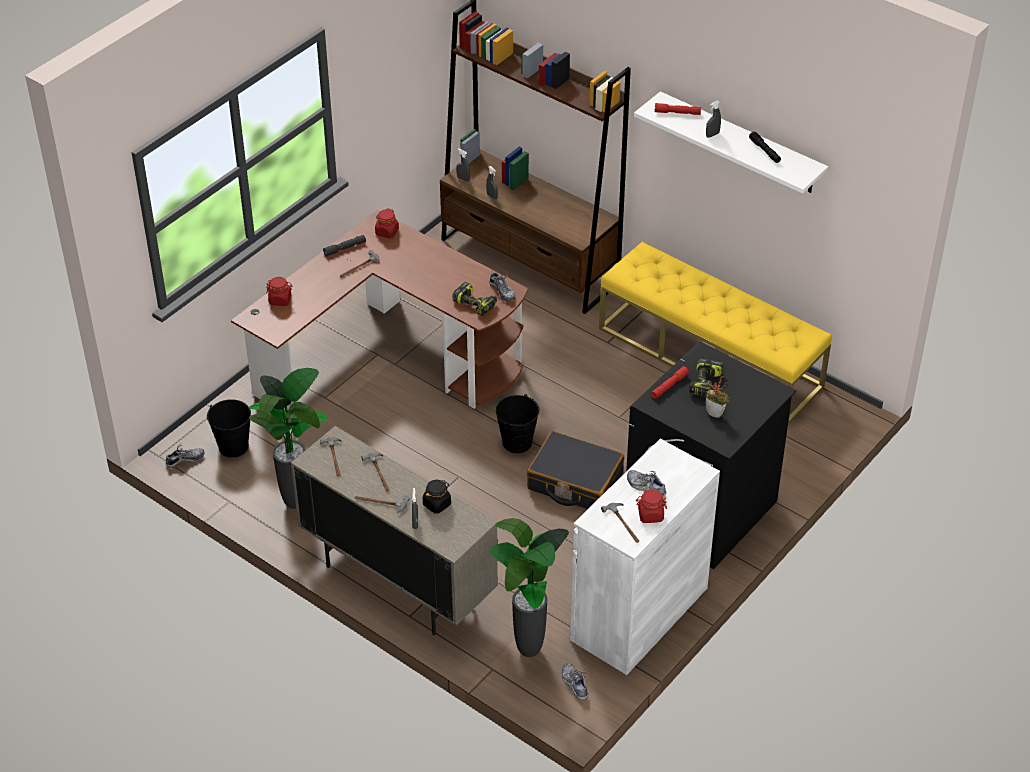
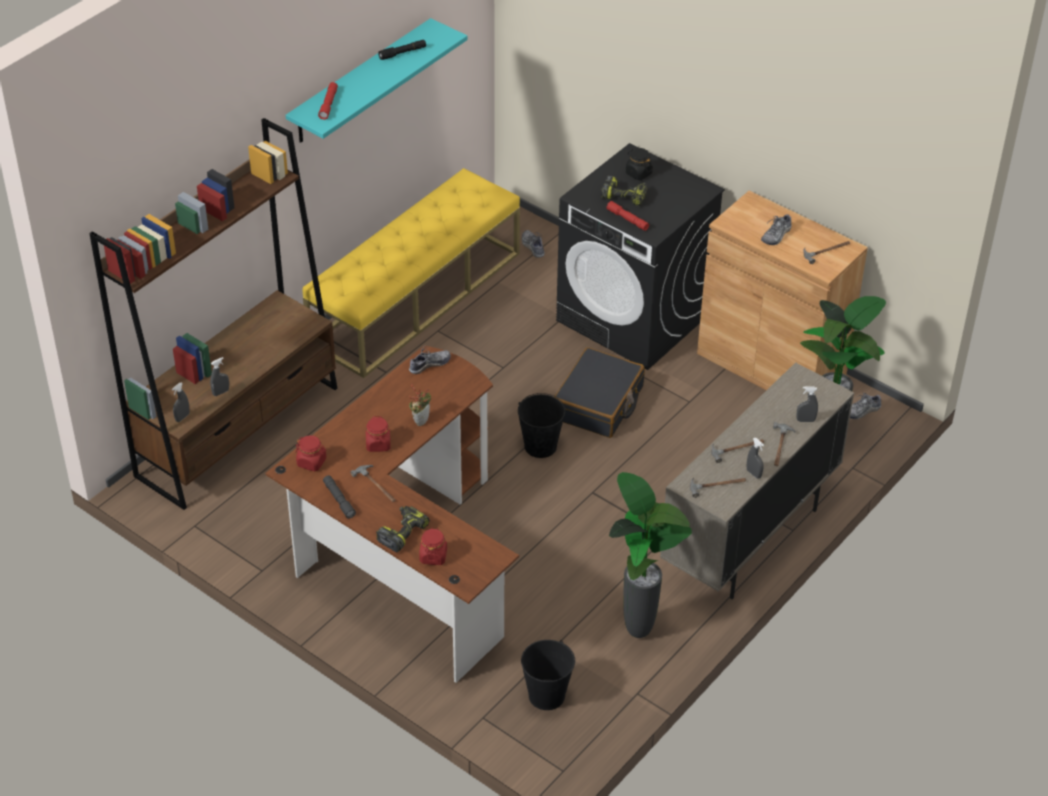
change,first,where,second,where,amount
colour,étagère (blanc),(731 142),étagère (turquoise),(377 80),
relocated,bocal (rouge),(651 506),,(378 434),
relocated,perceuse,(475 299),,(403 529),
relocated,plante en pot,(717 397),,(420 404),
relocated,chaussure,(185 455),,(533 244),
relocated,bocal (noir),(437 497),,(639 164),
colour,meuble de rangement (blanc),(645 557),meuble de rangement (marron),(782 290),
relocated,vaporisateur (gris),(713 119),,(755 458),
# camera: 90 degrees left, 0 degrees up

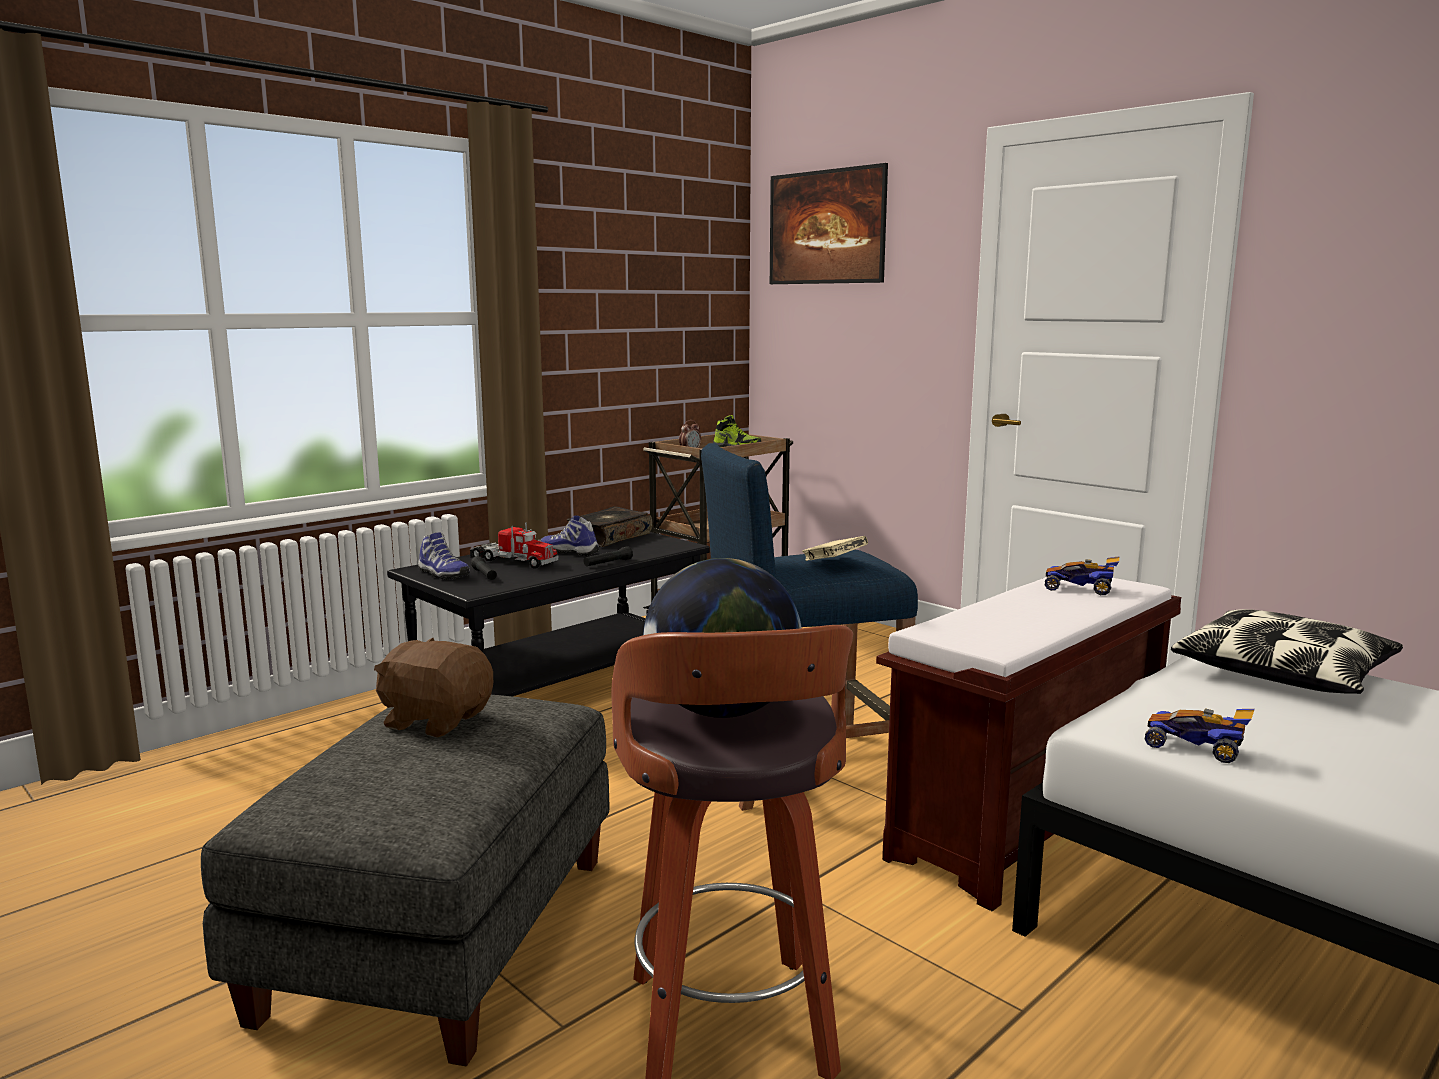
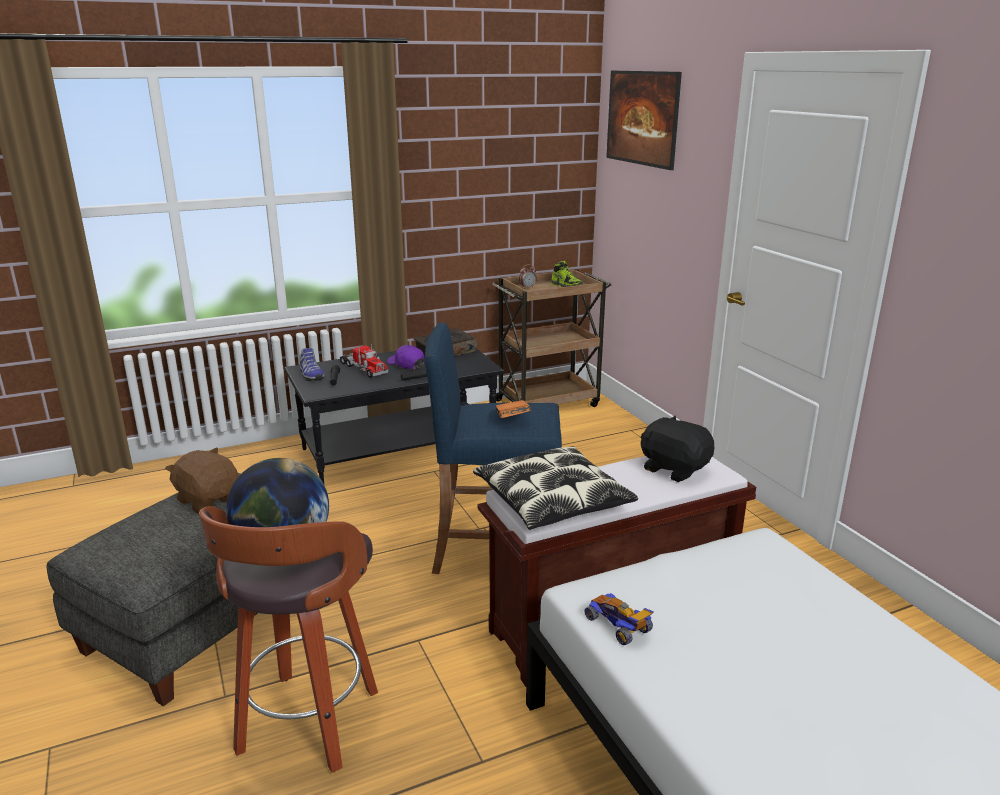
change,first,where,second,where,amount
exchanged,chaussure,(569 535),casquette (violet),(406 357),
relocated,coussin,(1287 651),,(555 488),
colour,livre (beige),(835 548),livre (orange),(513 409),
exchanged,petite voiture,(1082 576),peluche (noir),(677 449),
# camera: 20 degrees right, 10 degrees up

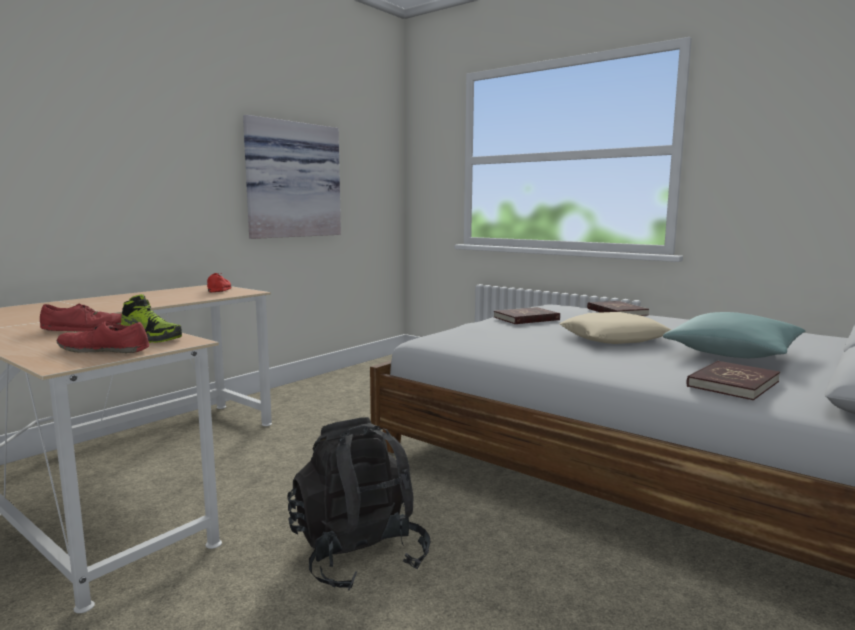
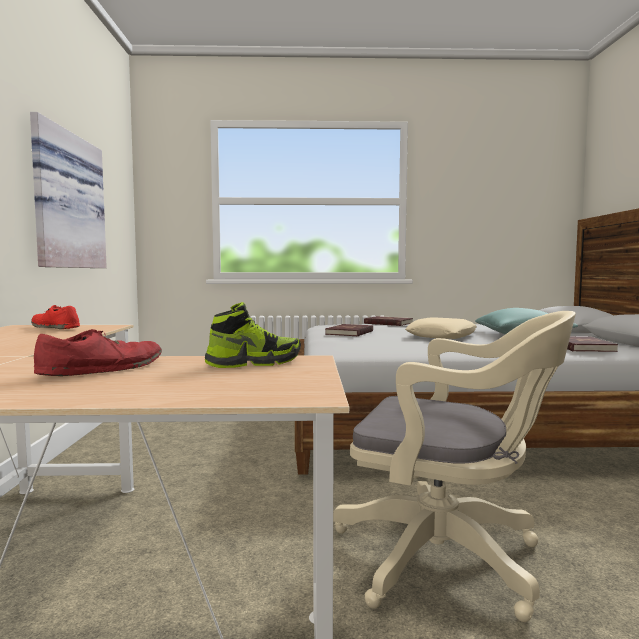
change,first,where,second,where,amount
exchanged,sac à dos (noir),(358 503),chaise de bureau (beige),(454 466),
missing,chaussure (rouge),(103 337),,,
# camera: 40 degrees left, 5 degrees down

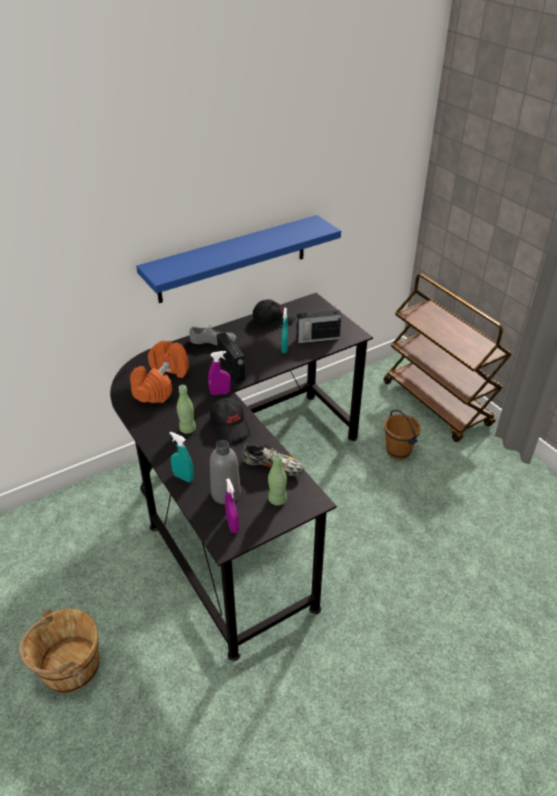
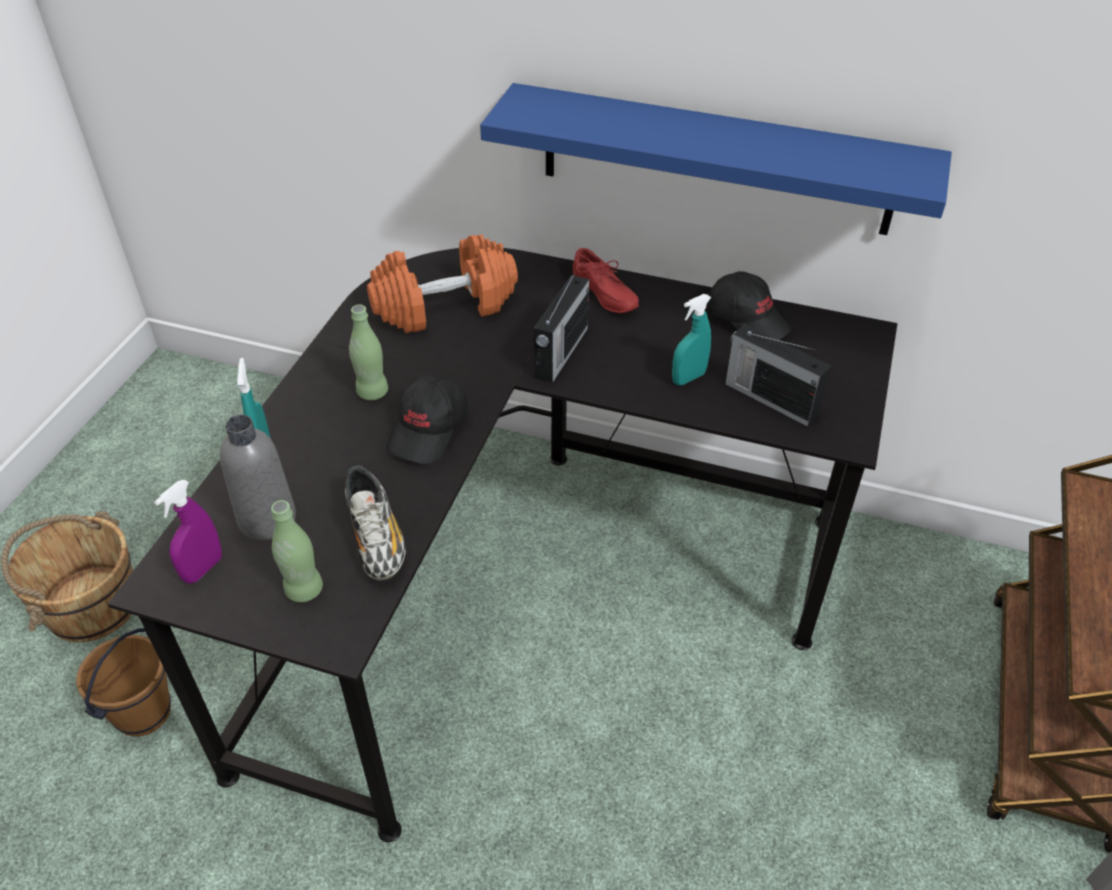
change,first,where,second,where,amount
relocated,seau (marron),(402 435),,(123 682),
colour,chaussure (gris),(212 335),chaussure (rouge),(606 280),
missing,vaporisateur (violet),(219 373),,,
# camera: 50 degrees right, 5 degrees up

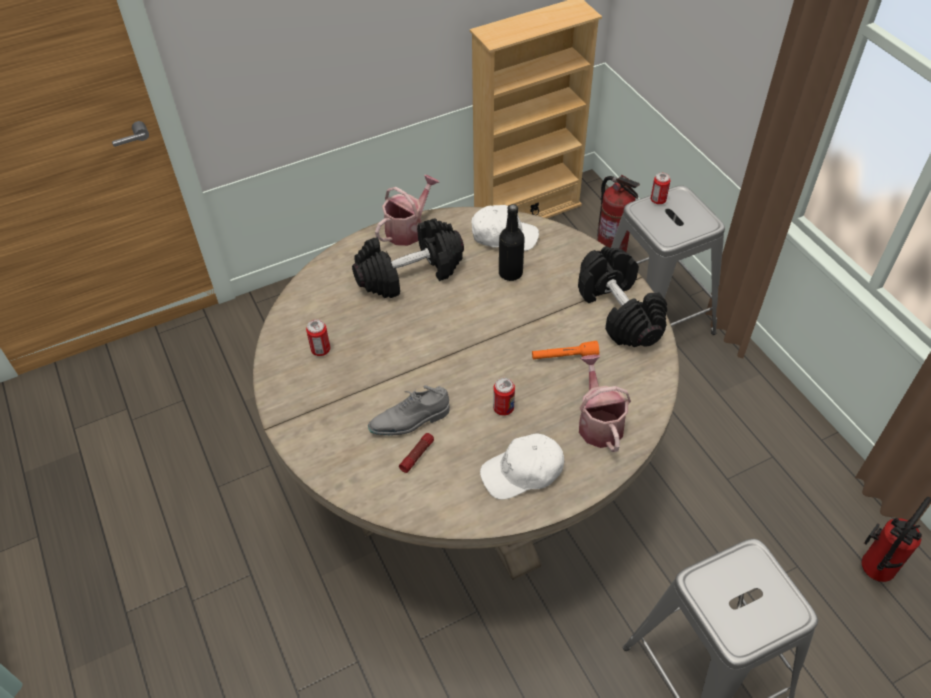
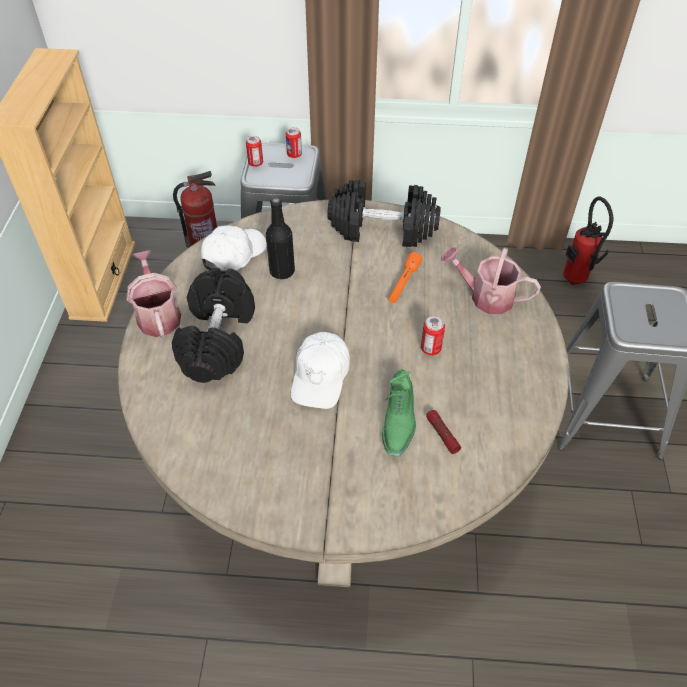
change,first,where,second,where,amount
relocated,boîte métallique,(318 337),,(294 142),
relocated,casquette (blanc),(522 466),,(320 370),
colour,chaussure (gris),(409 410),chaussure (vert),(399 412),
# camera: 60 degrees left, 0 degrees up

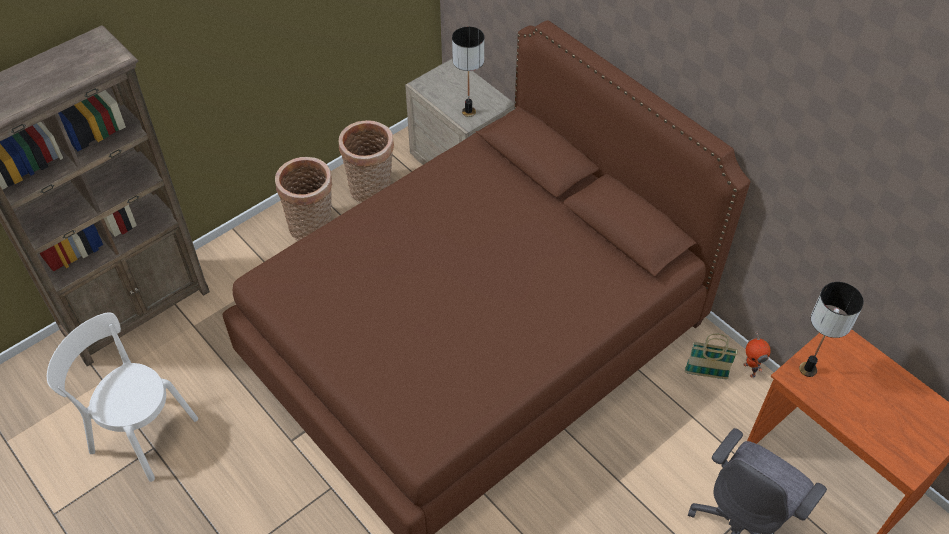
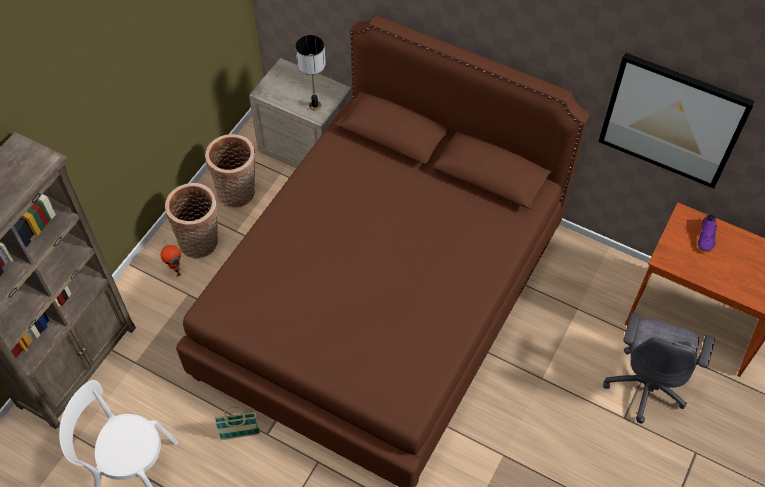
change,first,where,second,where,amount
relocated,robot jouet,(757 354),,(170 258),
relocated,panier,(711 356),,(237 423),
appeared,,,tableau,(676 120),
appeared,,,chaussure (violet),(707 233),
missing,lampe de table,(831 329),,,
# camera: 20 degrees left, 5 degrees up

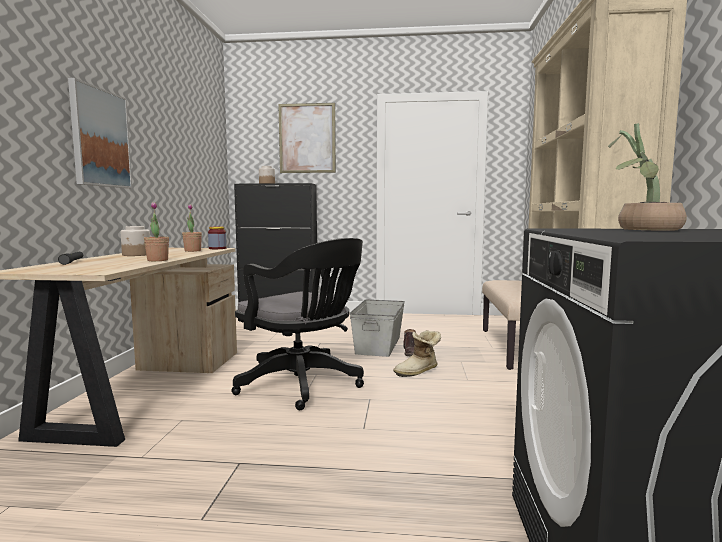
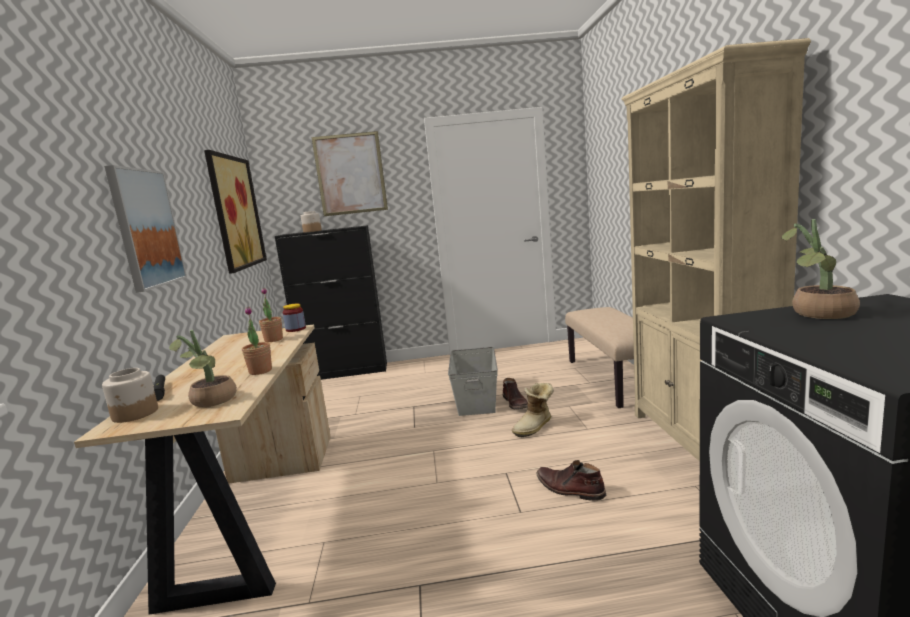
change,first,where,second,where,amount
relocated,bocal,(135 241),,(130 395),
appeared,,,plante en pot,(203 368),
appeared,,,tableau,(235 212),
appeared,,,botte (marron),(571 480),
missing,chaise de bureau (noir),(297 324),,,
# camera: 10 degrees left, 5 degrees up

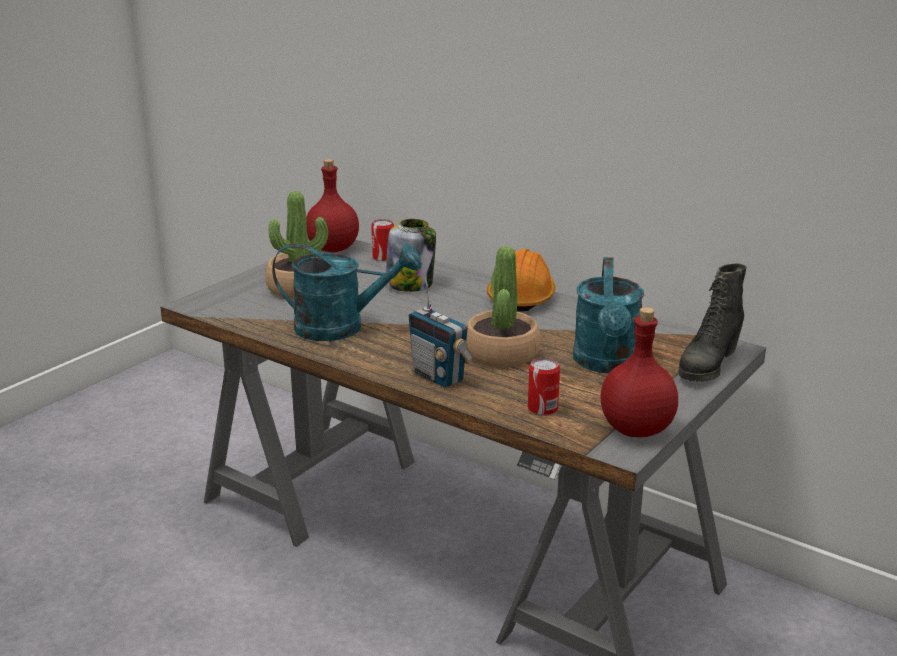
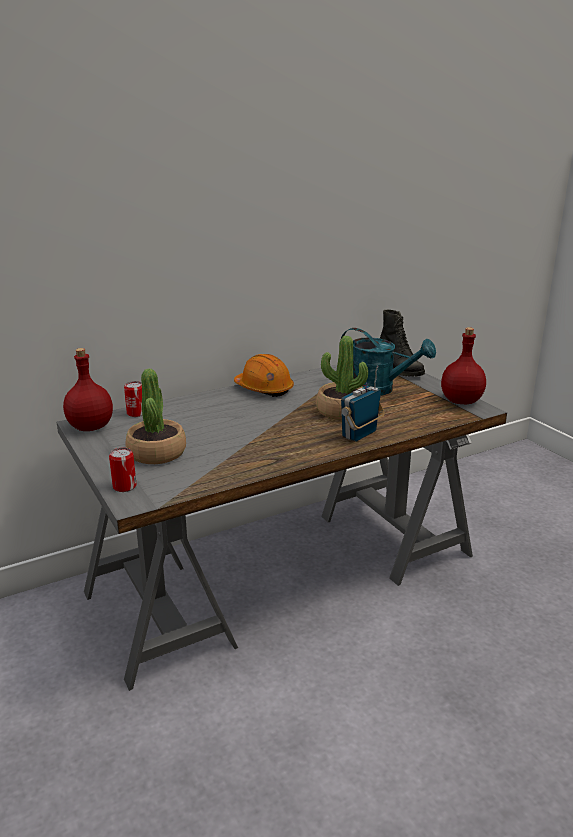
change,first,where,second,where,amount
relocated,boîte métallique,(544 387),,(122 470),
spun,radio,(441 332),,(363 404),150 degrees clockwise
missing,arrosoir (turquoise),(347 292),,,
missing,bocal,(411 255),,,
# camera: 65 degrees left, 0 degrees up

